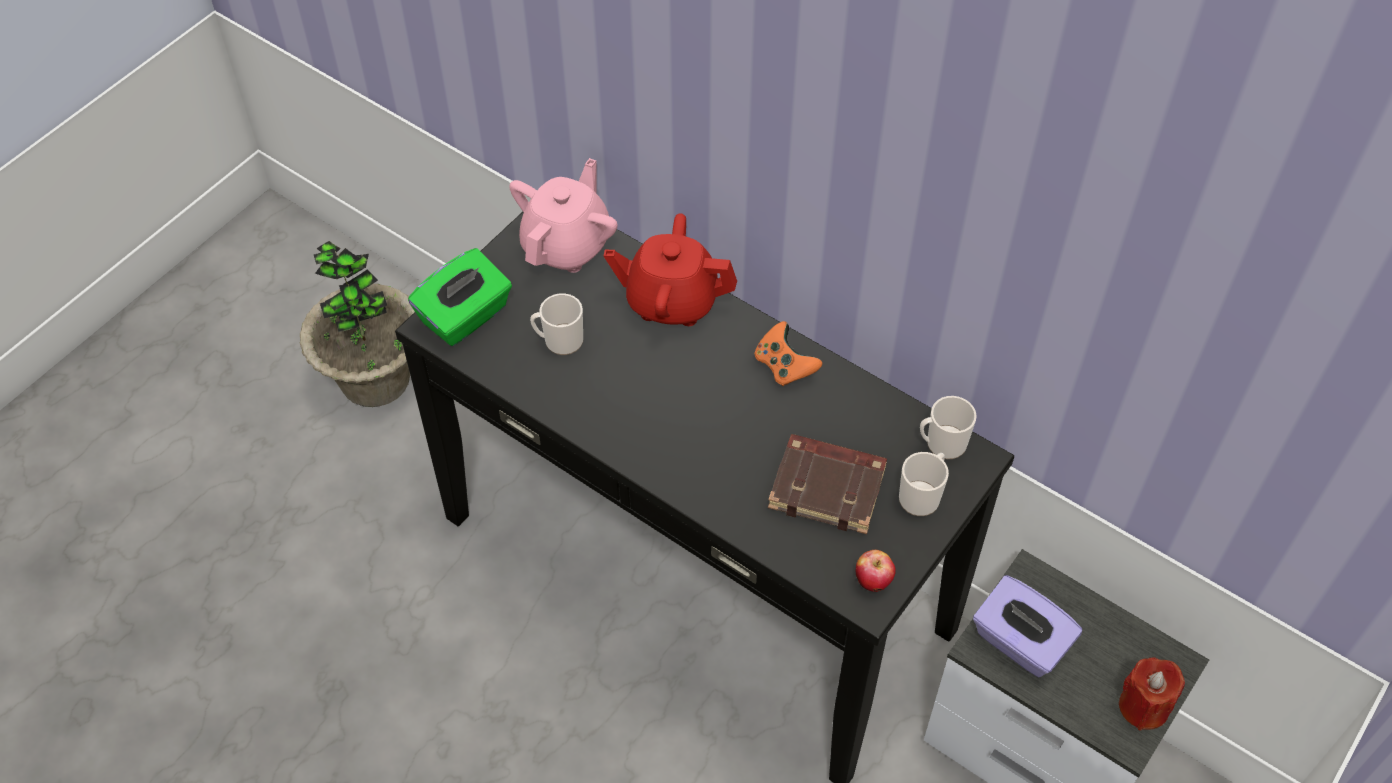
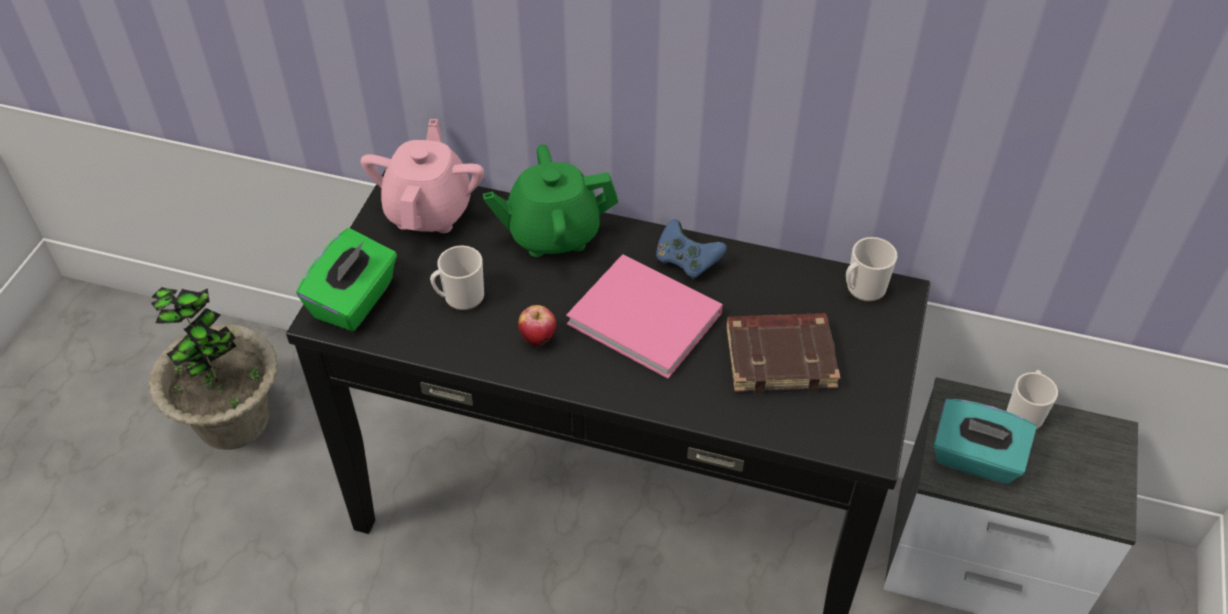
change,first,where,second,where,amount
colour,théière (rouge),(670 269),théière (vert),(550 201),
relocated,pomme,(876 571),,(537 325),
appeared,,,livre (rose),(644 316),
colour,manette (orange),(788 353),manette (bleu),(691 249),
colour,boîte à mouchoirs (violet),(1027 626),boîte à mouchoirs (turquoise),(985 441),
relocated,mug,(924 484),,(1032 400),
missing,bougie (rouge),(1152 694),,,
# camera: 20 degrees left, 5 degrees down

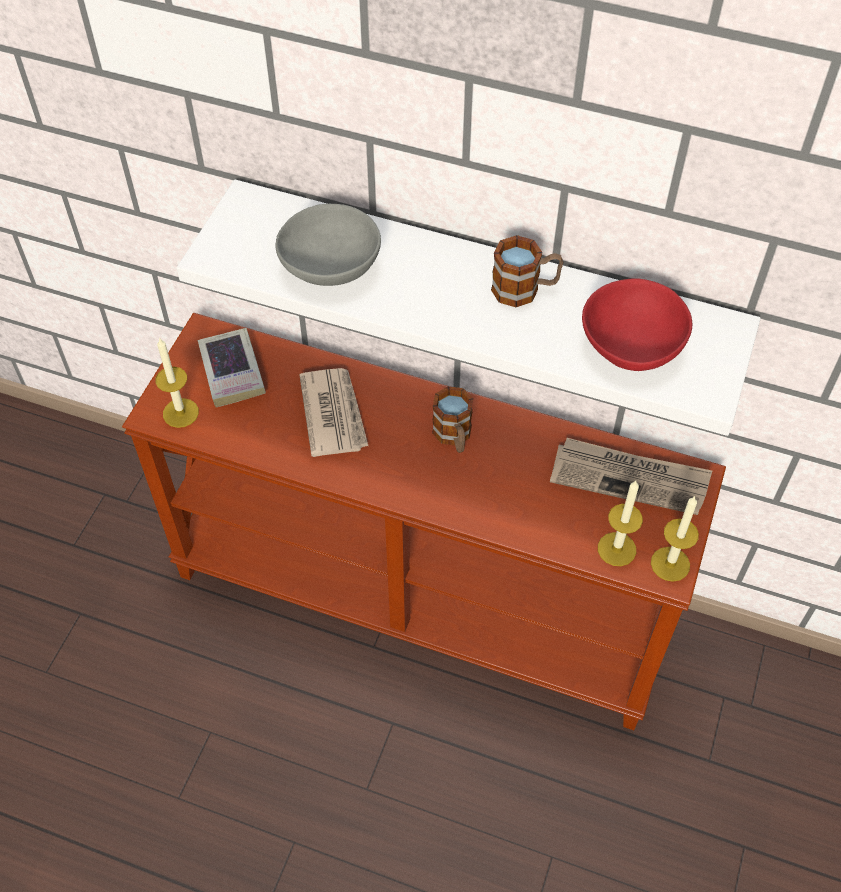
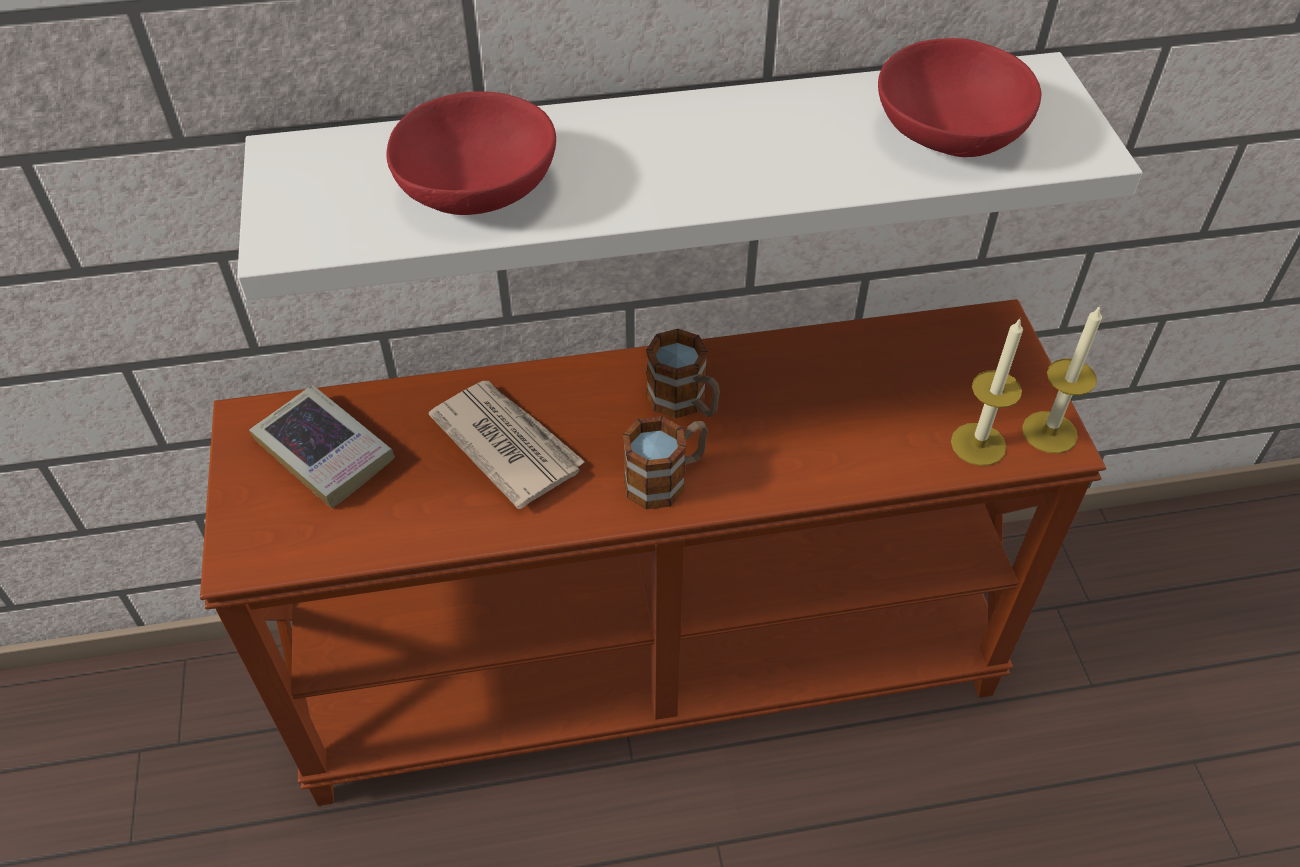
change,first,where,second,where,amount
colour,bol (gris),(328 245),bol (rouge),(471 153),
relocated,mug,(527 271),,(665 462),
missing,bougie,(177 382),,,
missing,journal,(631 476),,,
# camera: 30 degrees left, 5 degrees down

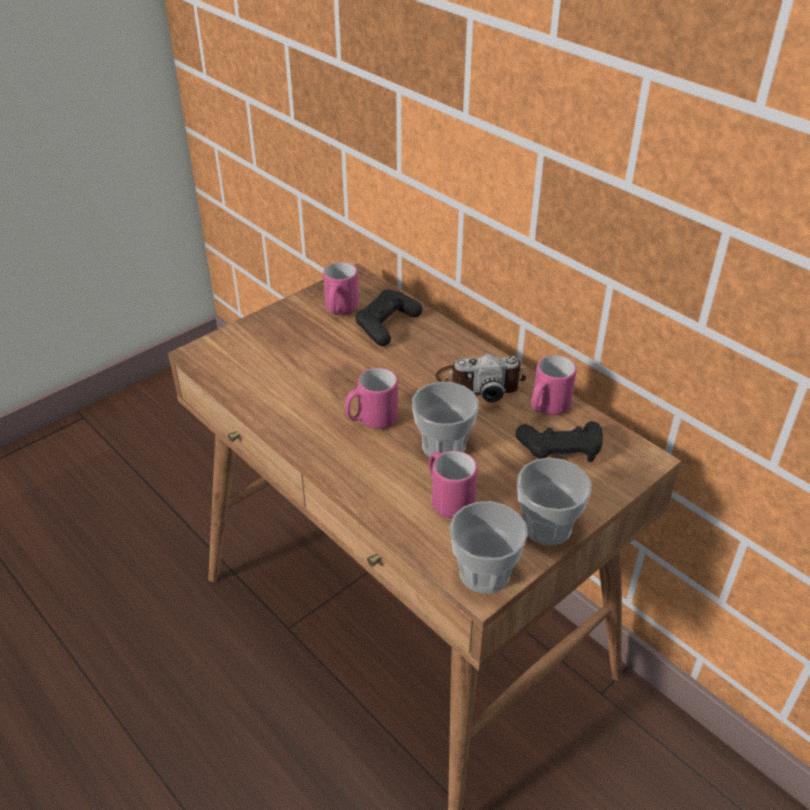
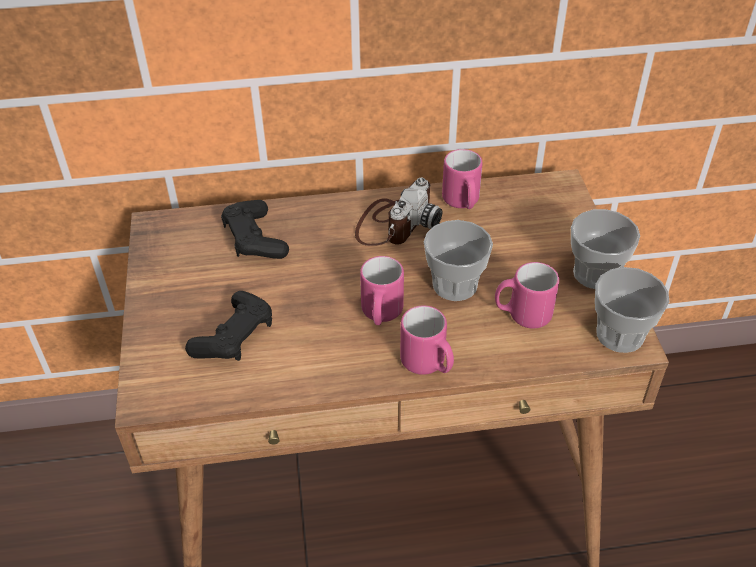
change,first,where,second,where,amount
relocated,manette (noir),(559 441),,(228 326),
relocated,mug (rose),(341 288),,(427 340),
# camera: 55 degrees left, 5 degrees up

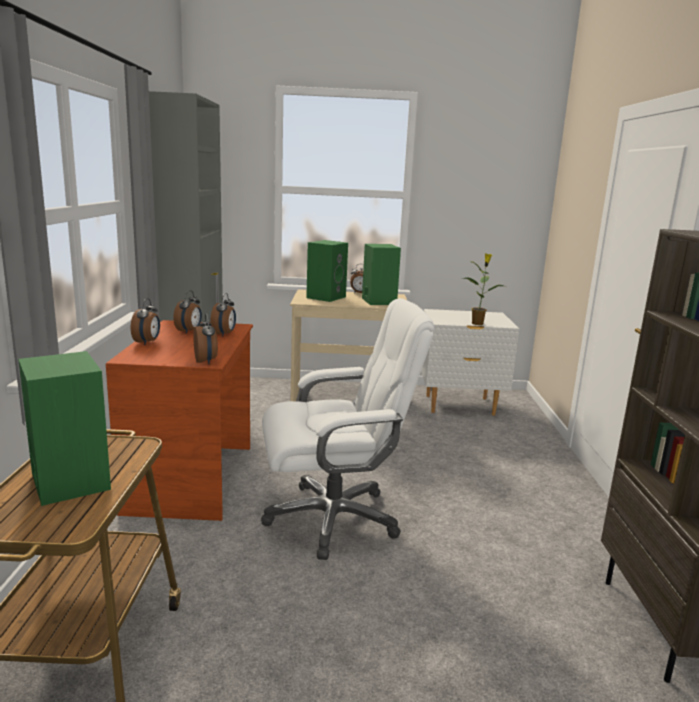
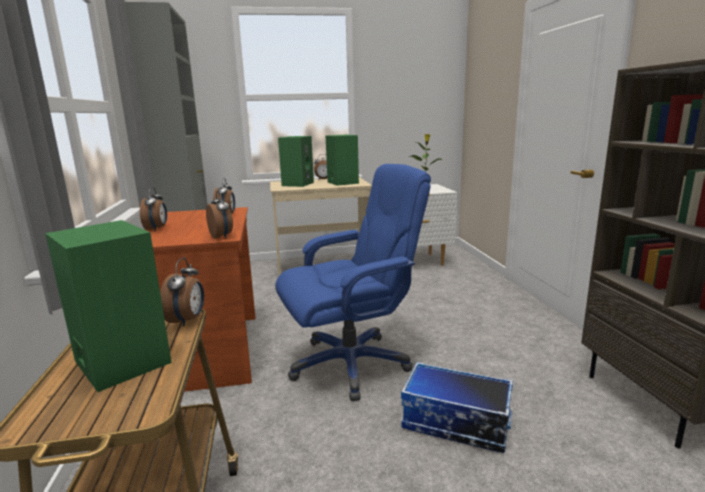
change,first,where,second,where,amount
relocated,réveil,(187 312),,(182 292),
colour,chaise de bureau (blanc),(347 429),chaise de bureau (bleu),(353 282),
appeared,,,boîte de rangement,(457 407),
# camera: 10 degrees left, 0 degrees up

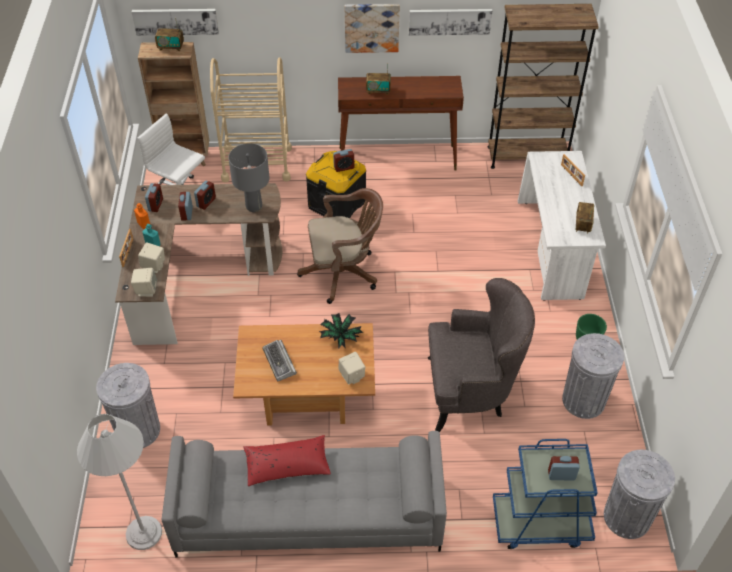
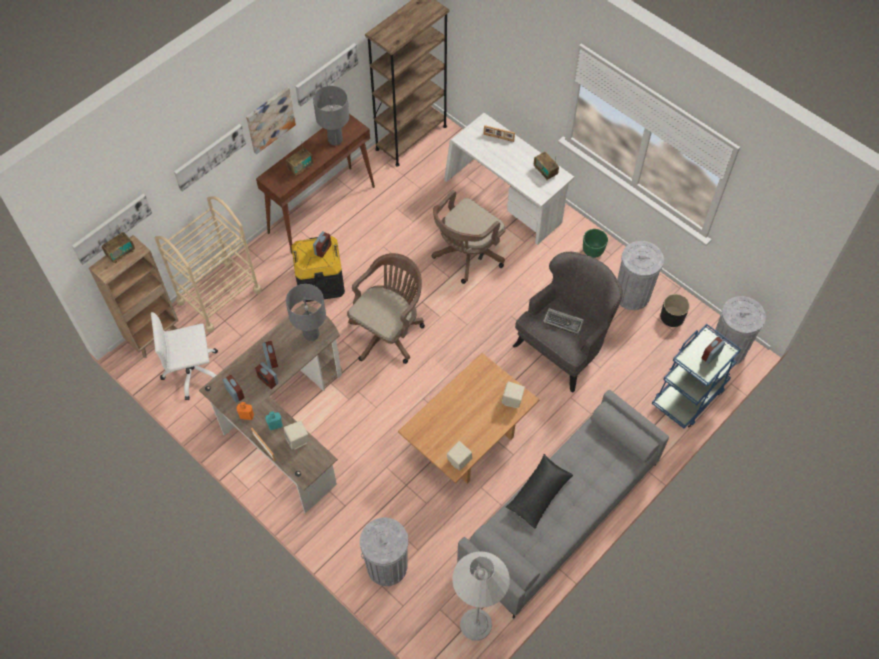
change,first,where,second,where,amount
appeared,,,tableau,(210 158),
appeared,,,lampe de table (gris),(331 115),
appeared,,,chaise de bureau (marron),(469 237),
relocated,enceinte (beige),(144 282),,(459 455),
colour,coussin (rouge),(287 460),coussin (noir),(539 491),
relocated,clavier,(279 360),,(563 321),
appeared,,,cache-pot (noir),(675 310),
missing,plante en pot,(341 331),,,
# camera: 45 degrees left, 10 degrees up

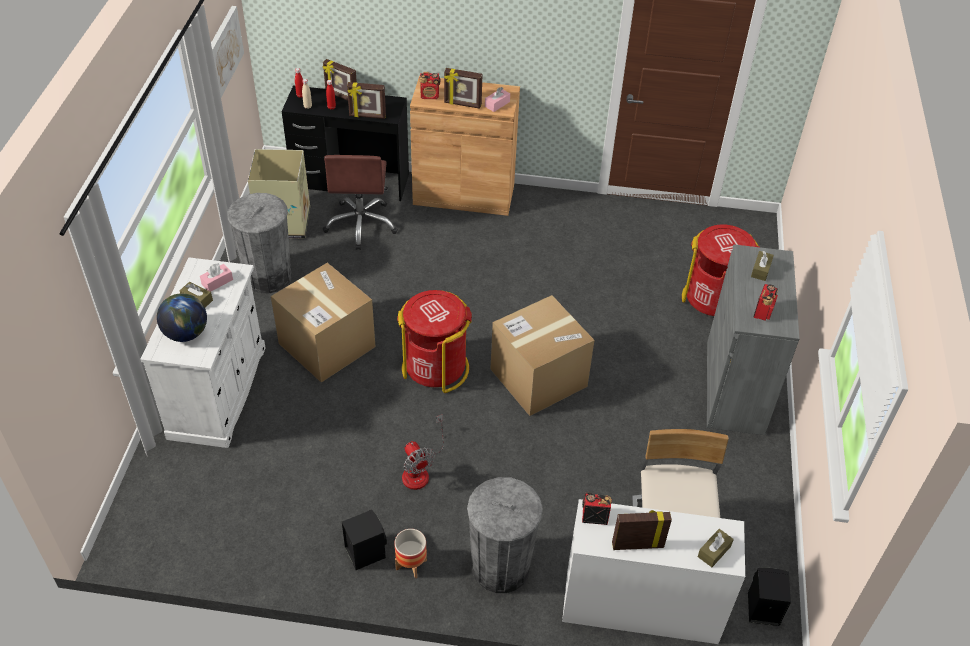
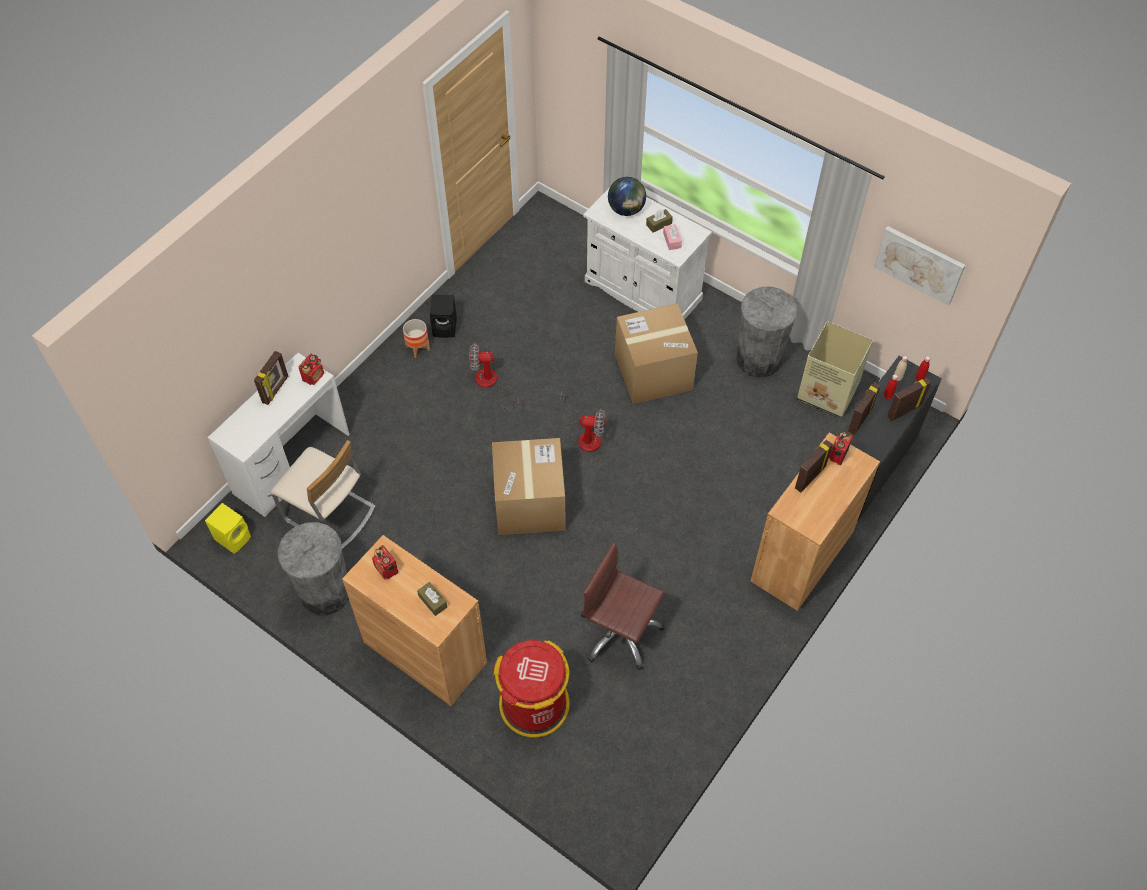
change,first,where,second,where,amount
colour,enceinte (noir),(769 597),enceinte (jaune),(228 528),
relocated,poubelle (gris),(505 535),,(313 569),
colour,meuble de rangement (gris),(753 339),meuble de rangement (marron),(414 620),
exchanged,poubelle (rouge),(434 341),ventilateur,(583 421),
relocated,chaise de bureau (marron),(360 202),,(623 606),
missing,boîte à mouchoirs (rose),(497 99),,,
missing,boîte à mouchoirs (marron),(716 548),,,
# camera: 120 degrees right, 10 degrees up

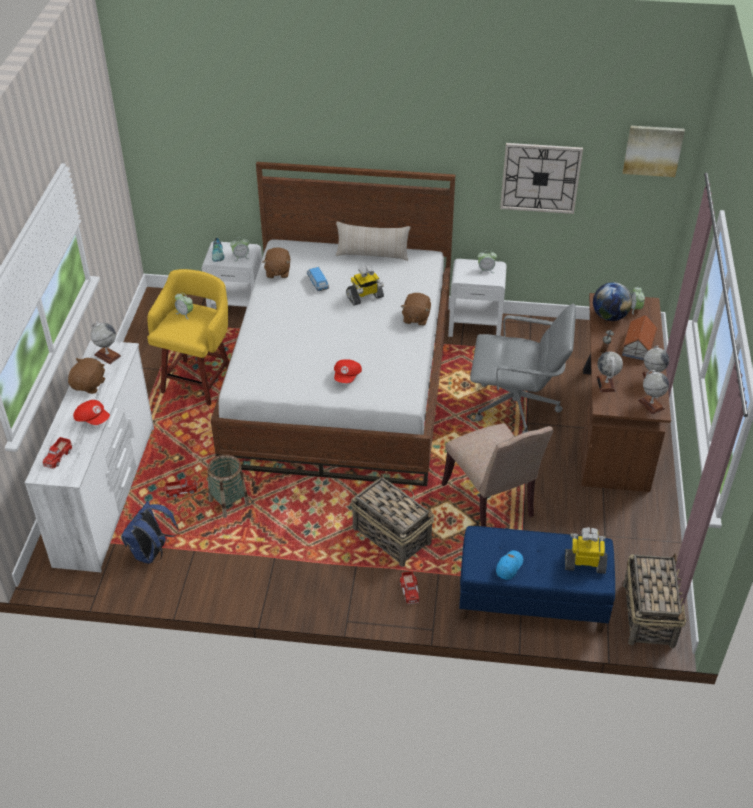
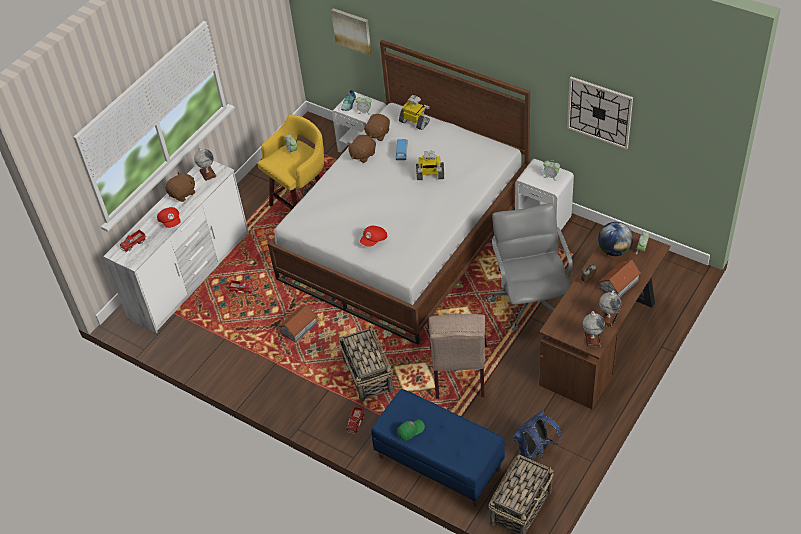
change,first,where,second,where,amount
appeared,,,maison miniature,(297 324),
relocated,tableau,(654 151),,(351 31),
relocated,peluche (marron),(416 309),,(361 149),
colour,casquette (bleu),(509 565),casquette (vert),(411 430),
relocated,robot jouet,(586 550),,(414 112),
spun,chaise de bureau (gris),(523 368),,(531 267),135 degrees counterclockwise
relocated,sac à dos (bleu),(150 532),,(537 436),
missing,panier,(228 486),,,
missing,coussin (beige),(373 241),,,
missing,globe,(610 372),,,
# camera: 30 degrees right, 5 degrees up

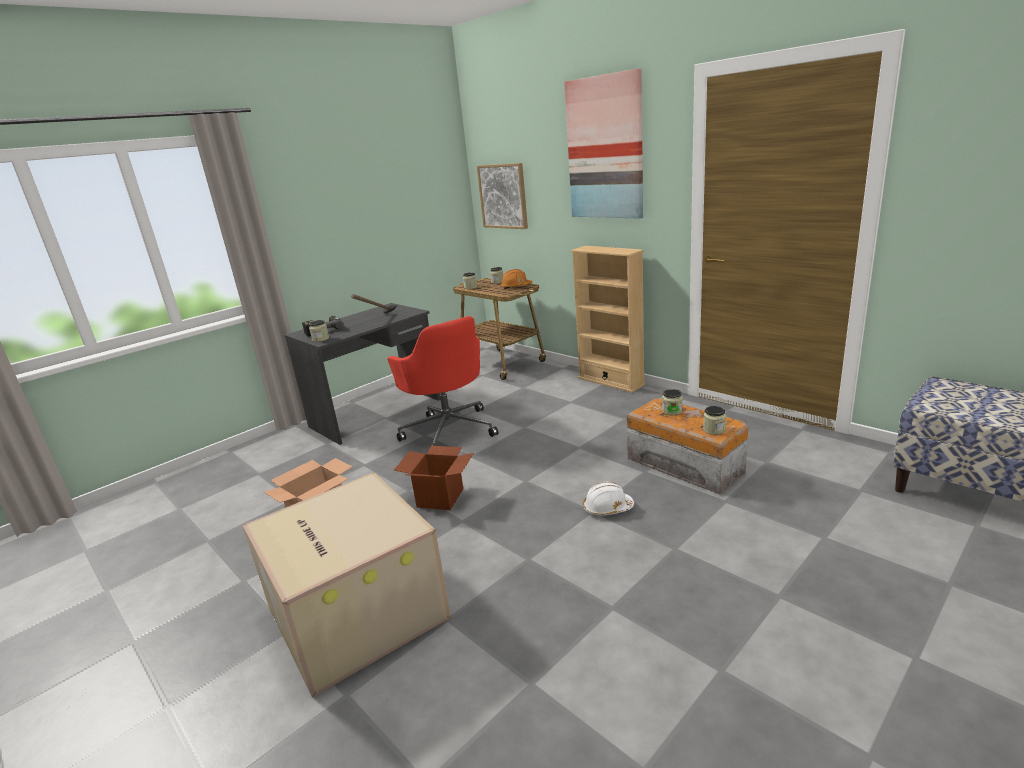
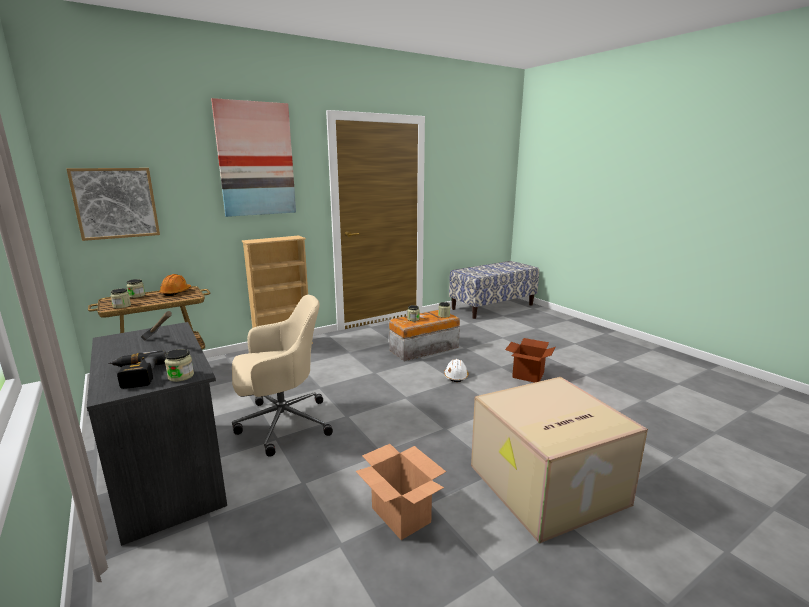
change,first,where,second,where,amount
colour,chaise de bureau (rouge),(443 381),chaise de bureau (beige),(282 376),
relocated,carton,(434 478),,(530 360),
# camera: 80 degrees left, 5 degrees down

